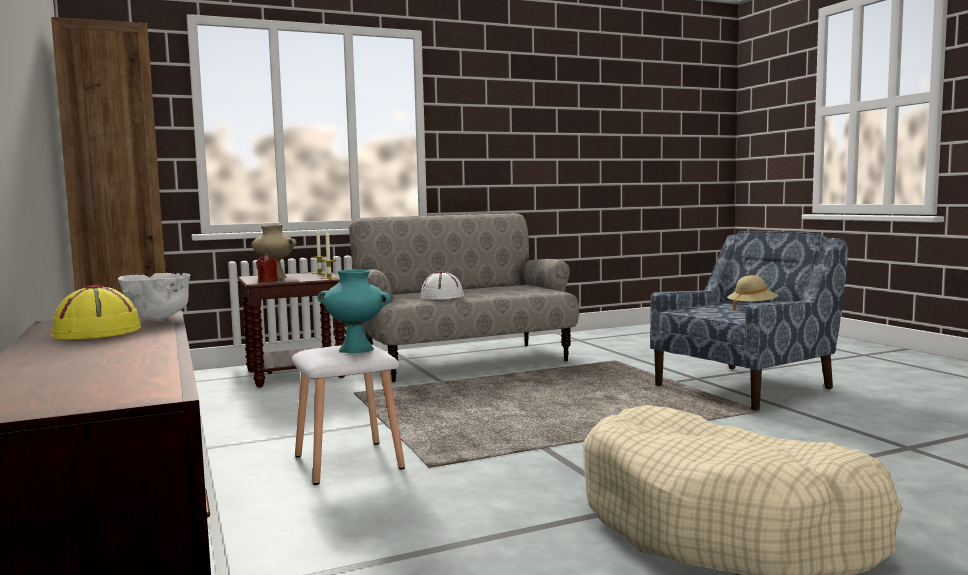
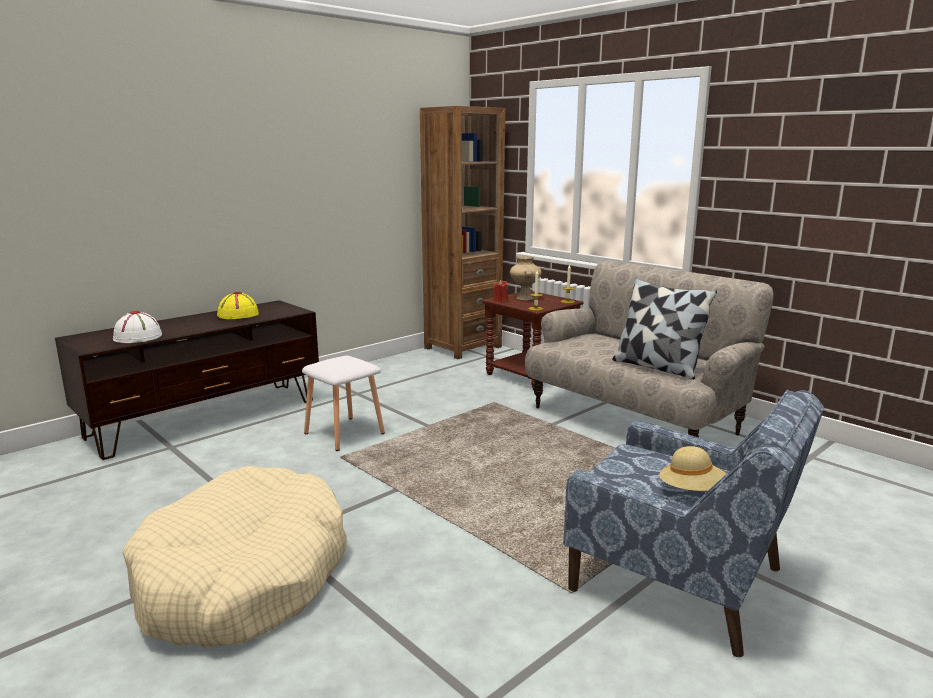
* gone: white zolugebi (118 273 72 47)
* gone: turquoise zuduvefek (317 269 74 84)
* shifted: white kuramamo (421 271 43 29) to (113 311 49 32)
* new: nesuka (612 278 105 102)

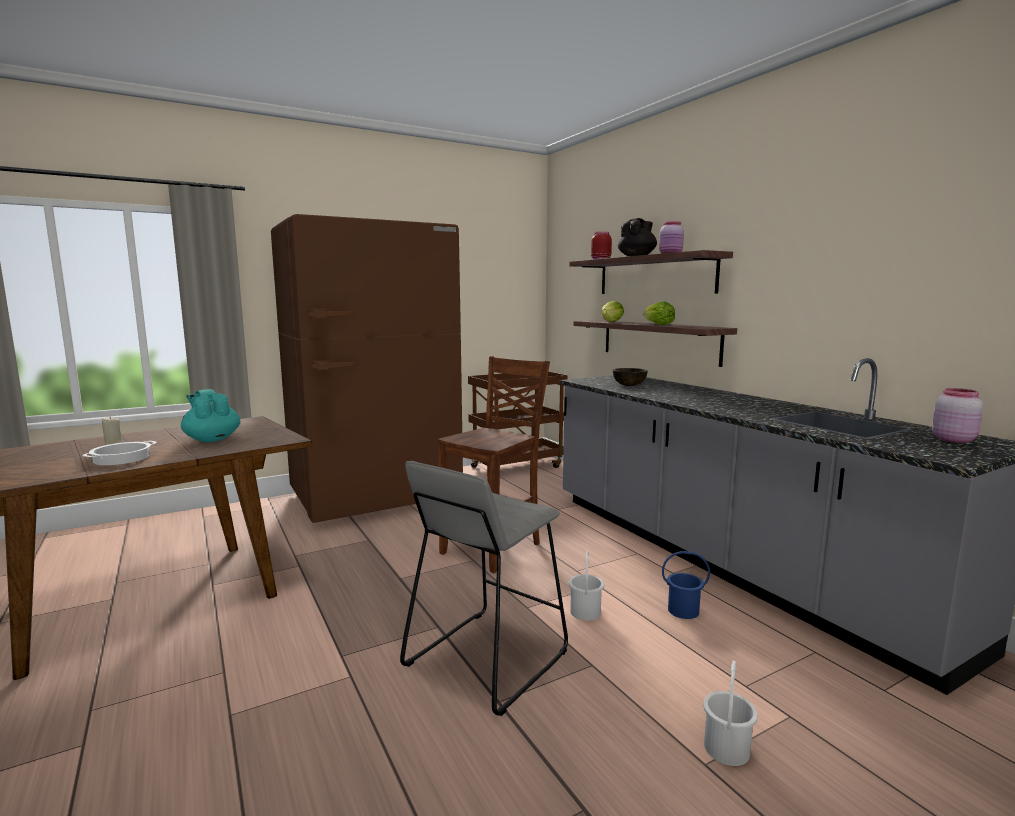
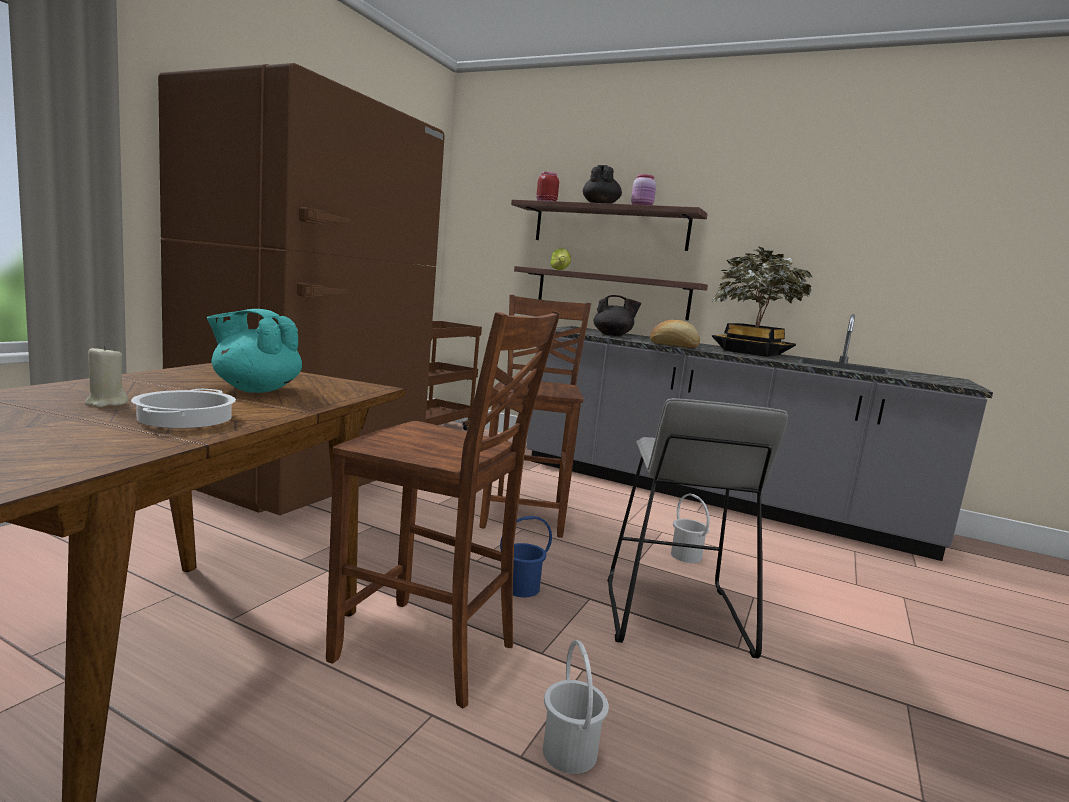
* swapped: brown zolugebi (613 368 35 18) to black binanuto (593 295 48 41)
* gone: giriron (643 302 32 23)
* shifted: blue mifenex (662 551 48 68) to (500 516 52 81)
* shifted: white mifenex (703 661 55 105) to (543 640 66 134)
* gone: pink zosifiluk (932 388 52 55)
* new: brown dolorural (326 311 234 397)
* new: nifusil (650 320 50 28)
* new: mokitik (711 247 101 110)

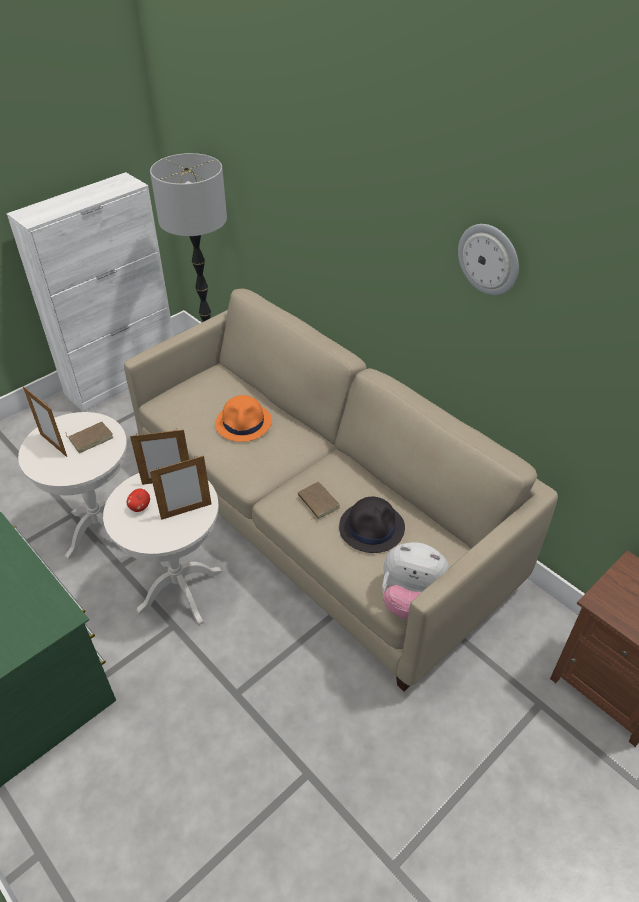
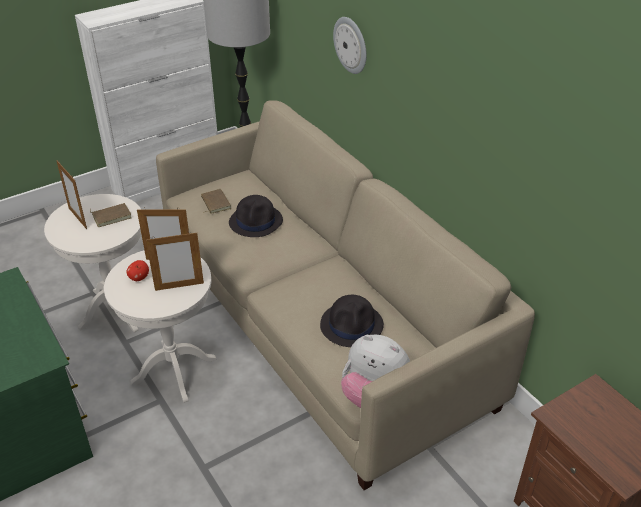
* repainted: orange kuramamo (215 395 57 47) to black kuramamo (229 195 54 42)
* shifted: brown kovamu (298 481 42 39) to (201 189 30 25)
* shifted: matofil (458 224 61 71) to (333 17 34 57)

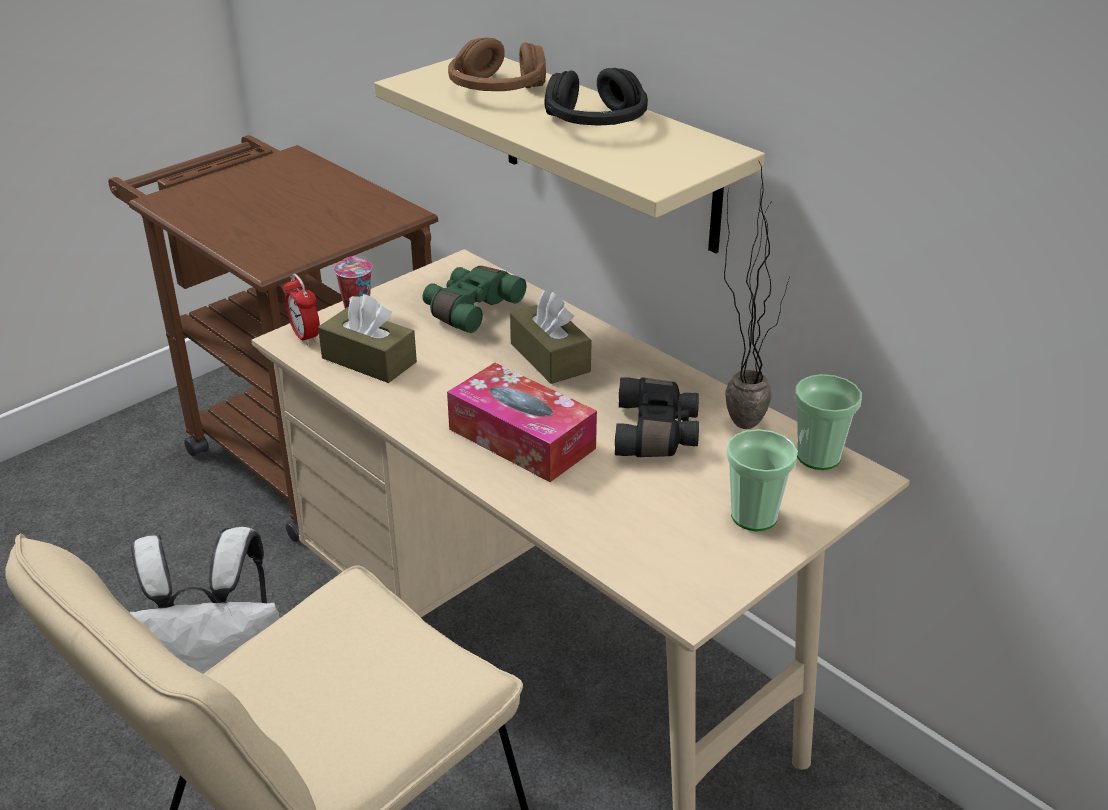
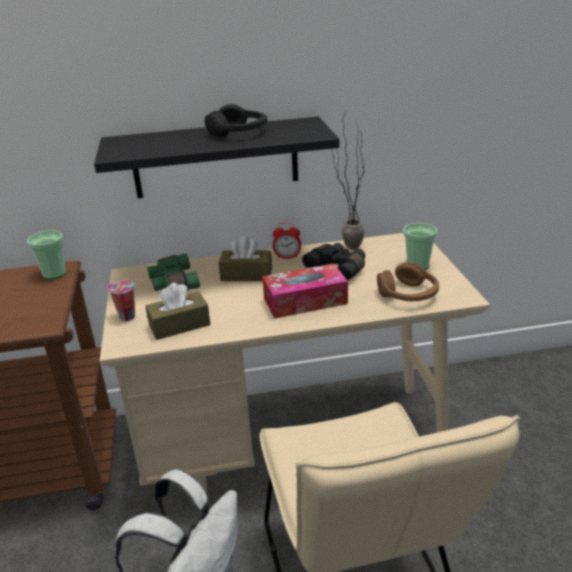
* shifted: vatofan (284 274 36 71) to (273 222 28 37)
* repainted: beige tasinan (374 57 391 196) to black tasinan (94 116 245 82)
* shifted: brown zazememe (448 37 98 54) to (377 262 62 39)
* shifted: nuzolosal (795 374 67 96) to (27 230 39 49)

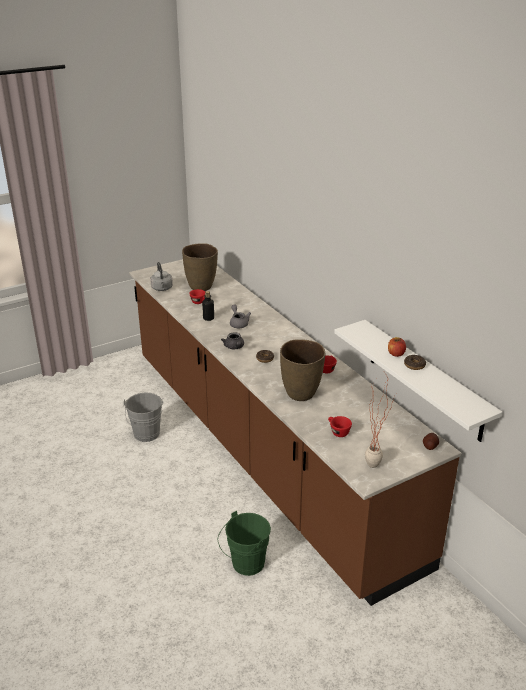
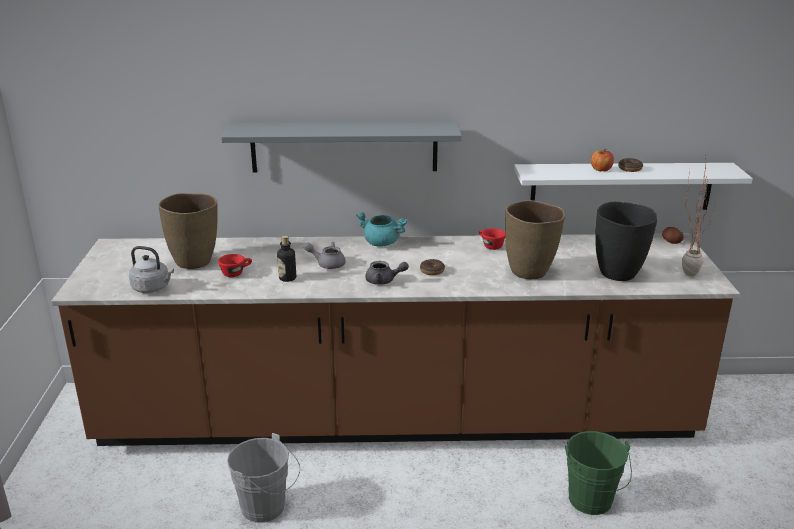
* swapped: red nuzolosal (328 416 24 21) to black zuduvefek (595 202 62 79)
* new: grey tasinan (221 122 241 51)
* new: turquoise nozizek (356 212 52 35)

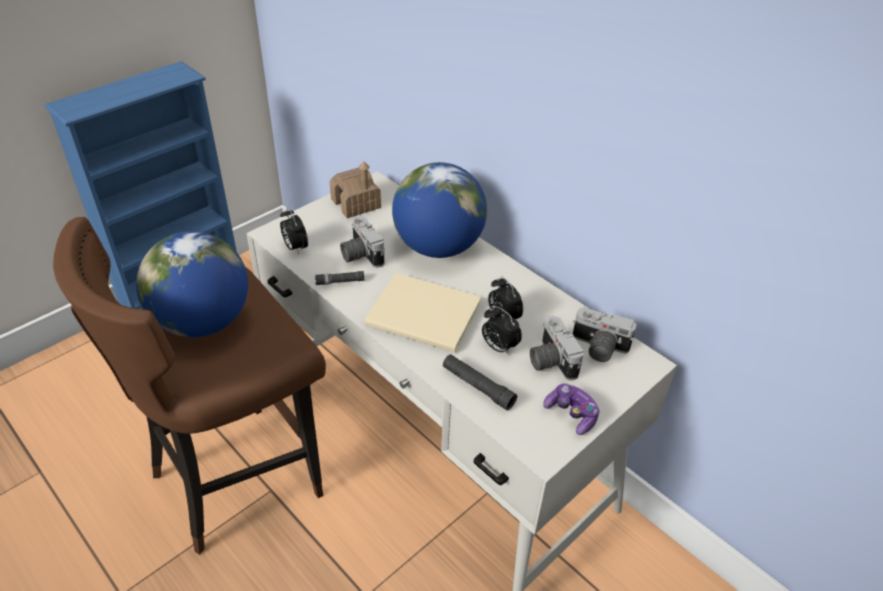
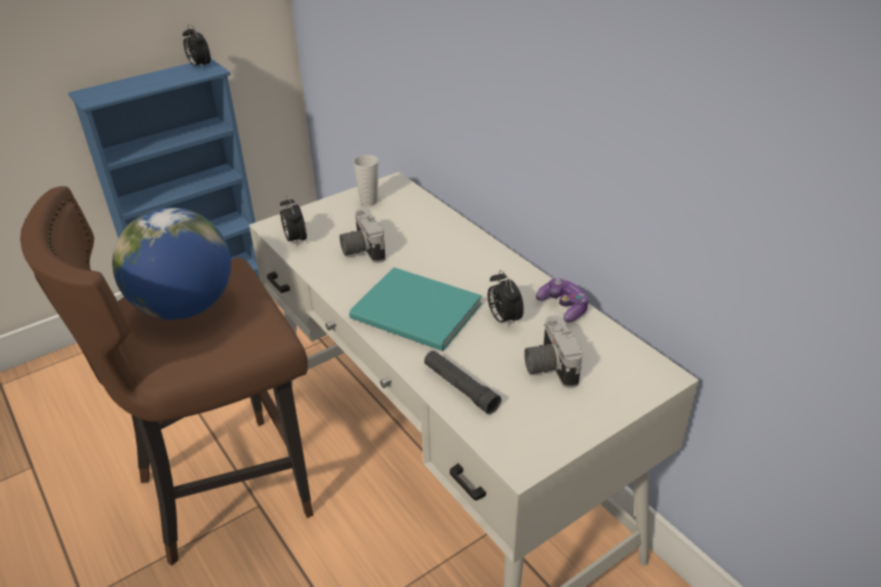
* gone: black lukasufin (315 271 49 14)
* swapped: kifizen (329 161 52 57) to nuzolosal (353 155 26 51)
* repainted: beige kovamu (365 273 116 80) to turquoise kovamu (349 267 133 84)
* gone: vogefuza (392 162 95 96)
* shifted: vatofan (482 306 40 49) to (183 24 28 46)
* shifted: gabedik (543 383 57 52) to (536 278 52 44)
* gone: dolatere (573 307 63 55)

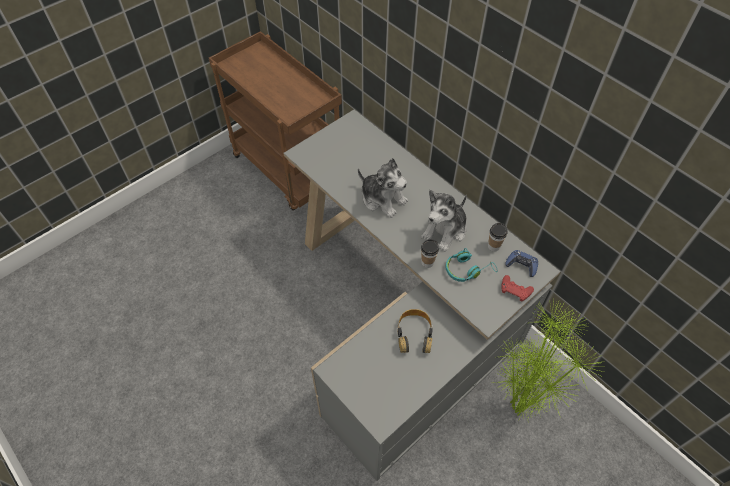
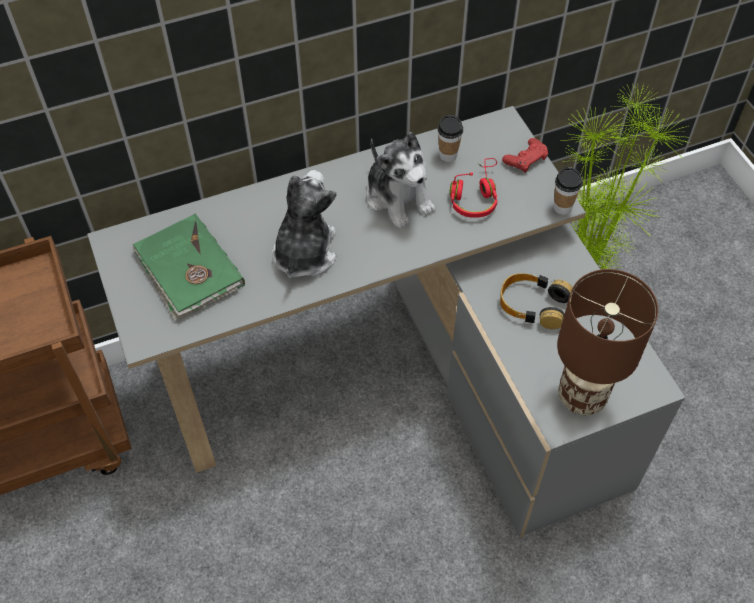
* rotated: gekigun (358 158 50 60) = (272 170 64 108) 45 degrees counterclockwise
* shifted: nuzolosal (421 239 18 29) to (553 167 29 48)
* repainted: turquoise zazememe (445 248 52 34) to red zazememe (449 158 49 60)
* gone: blue gabedik (505 250 33 27)
* new: green kovamu (132 214 113 106)
* new: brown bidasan (557 269 102 146)

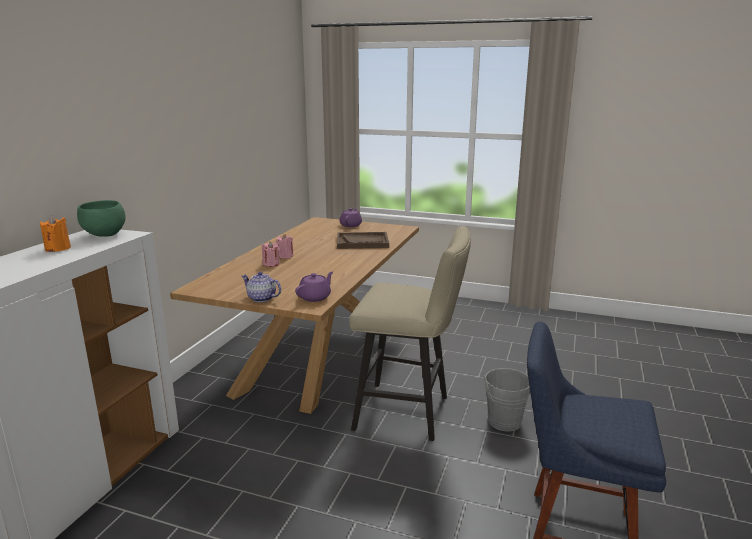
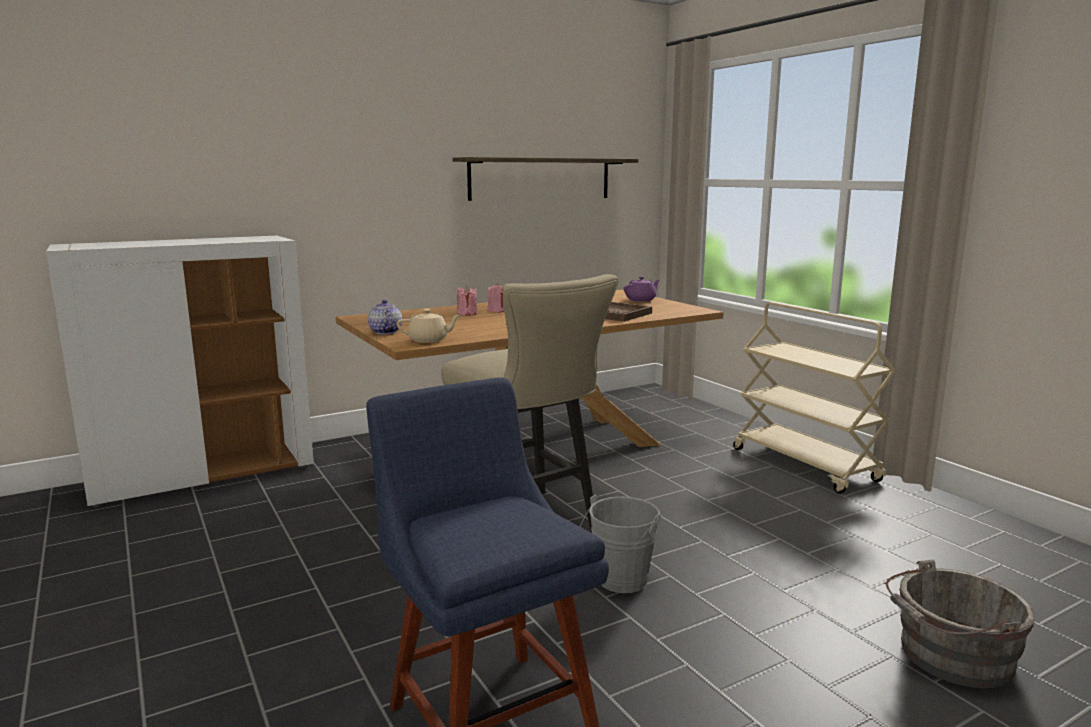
* gone: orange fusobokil (40 215 31 37)
* gone: green zolugebi (77 200 49 37)
* repainted: purple binanuto (295 271 38 31) to beige binanuto (397 309 64 34)
* new: tasinan (453 157 185 44)
* new: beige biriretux (733 302 163 192)
* new: grey mifenex (886 560 150 128)

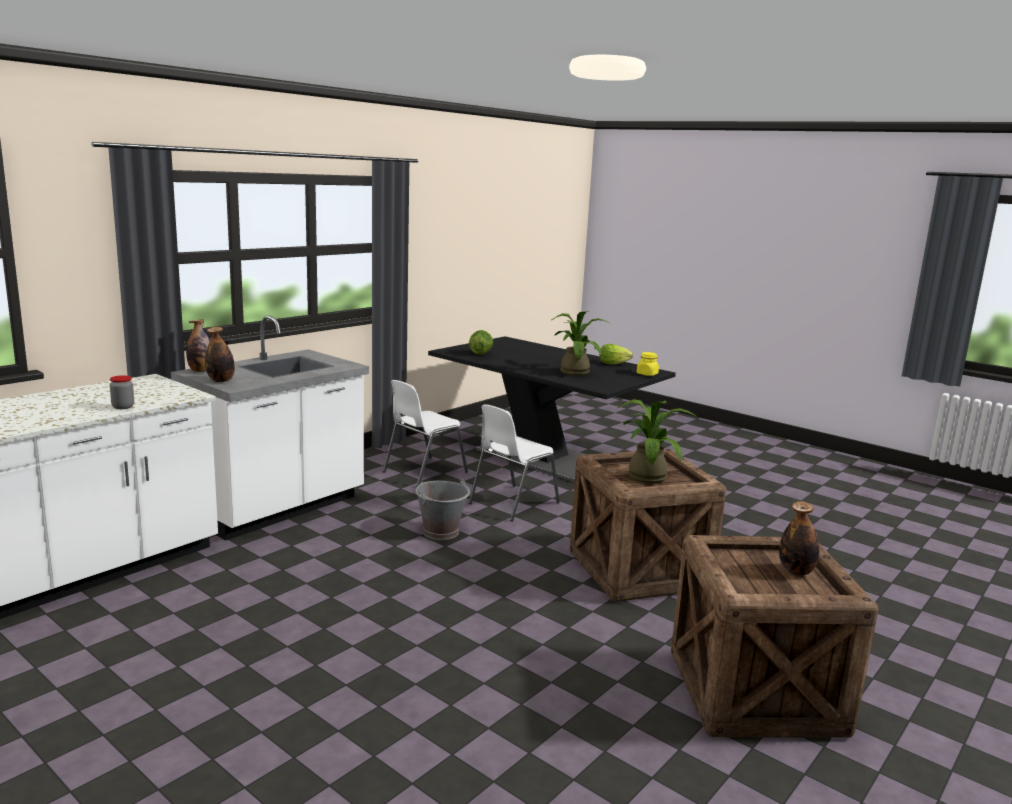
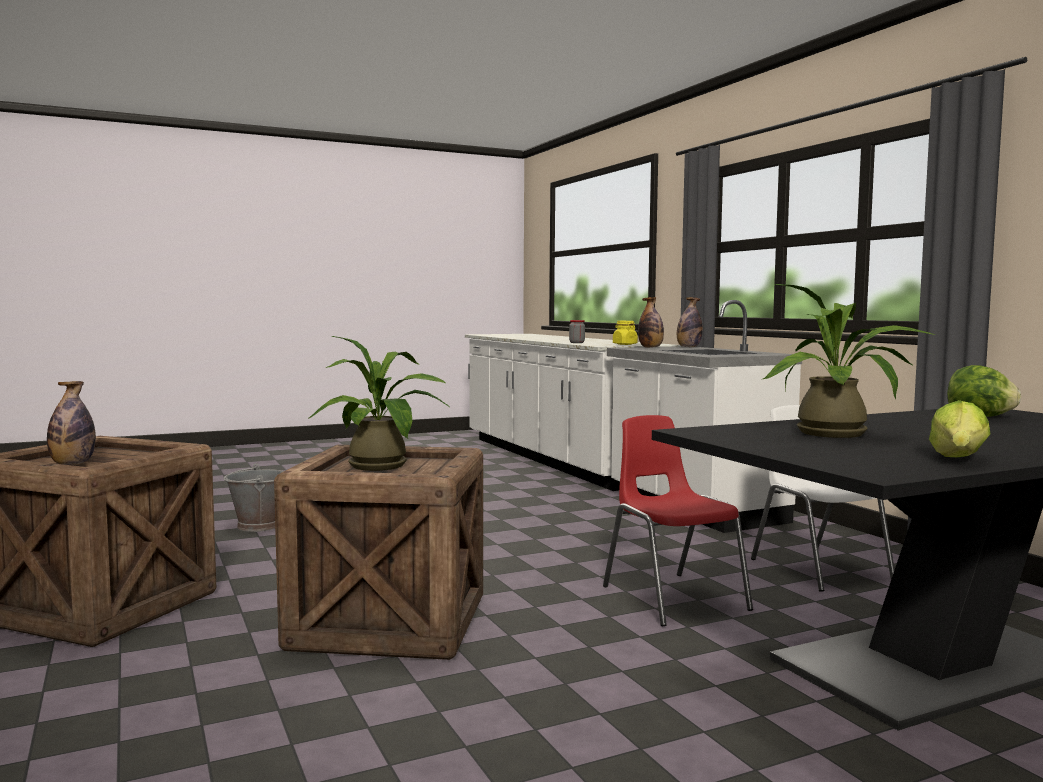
* shifted: grey mifenex (416 479 54 61) to (224 463 60 69)
* repainted: white dolorural (469 404 91 118) to red dolorural (603 415 150 211)
* shifted: yellow zosifiluk (637 352 22 24) to (613 321 25 24)

